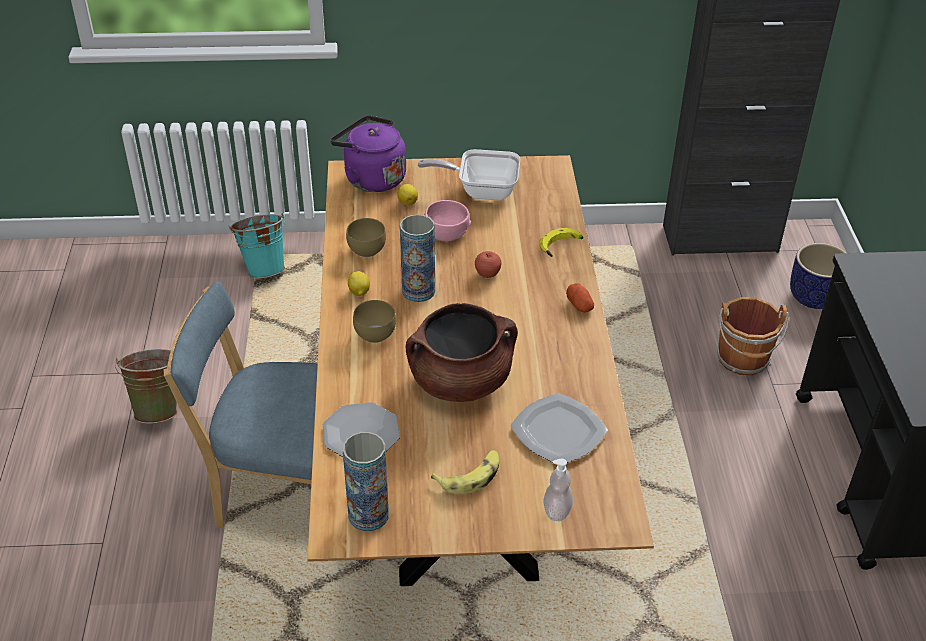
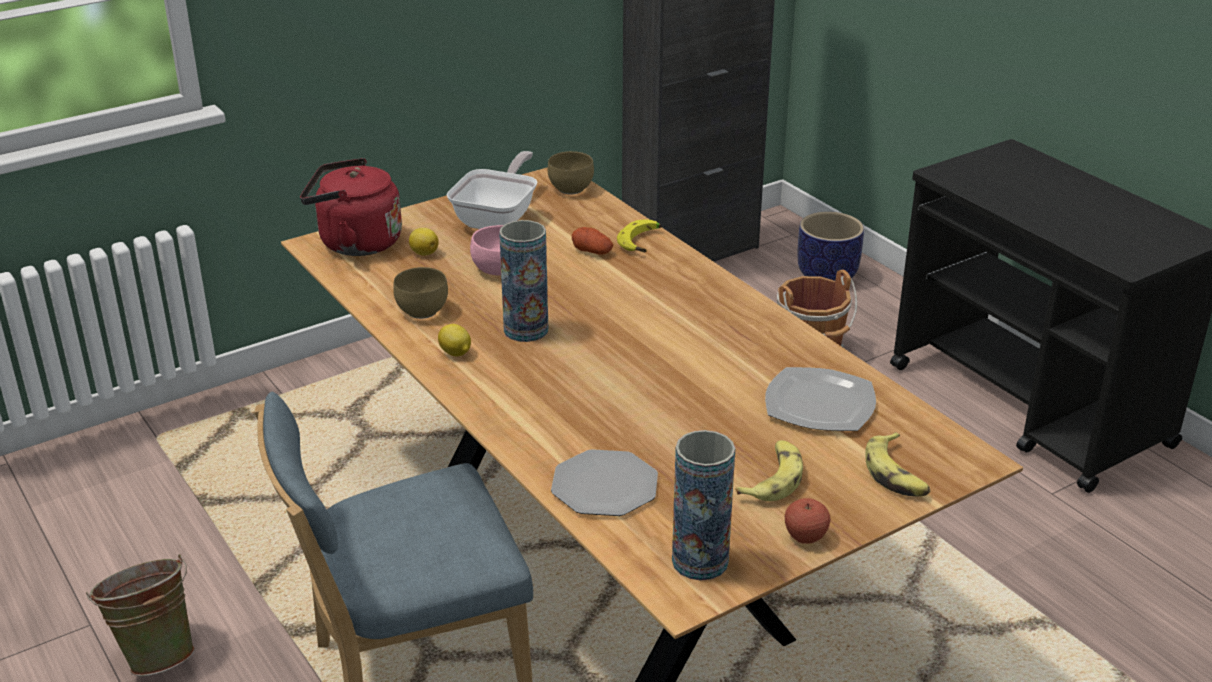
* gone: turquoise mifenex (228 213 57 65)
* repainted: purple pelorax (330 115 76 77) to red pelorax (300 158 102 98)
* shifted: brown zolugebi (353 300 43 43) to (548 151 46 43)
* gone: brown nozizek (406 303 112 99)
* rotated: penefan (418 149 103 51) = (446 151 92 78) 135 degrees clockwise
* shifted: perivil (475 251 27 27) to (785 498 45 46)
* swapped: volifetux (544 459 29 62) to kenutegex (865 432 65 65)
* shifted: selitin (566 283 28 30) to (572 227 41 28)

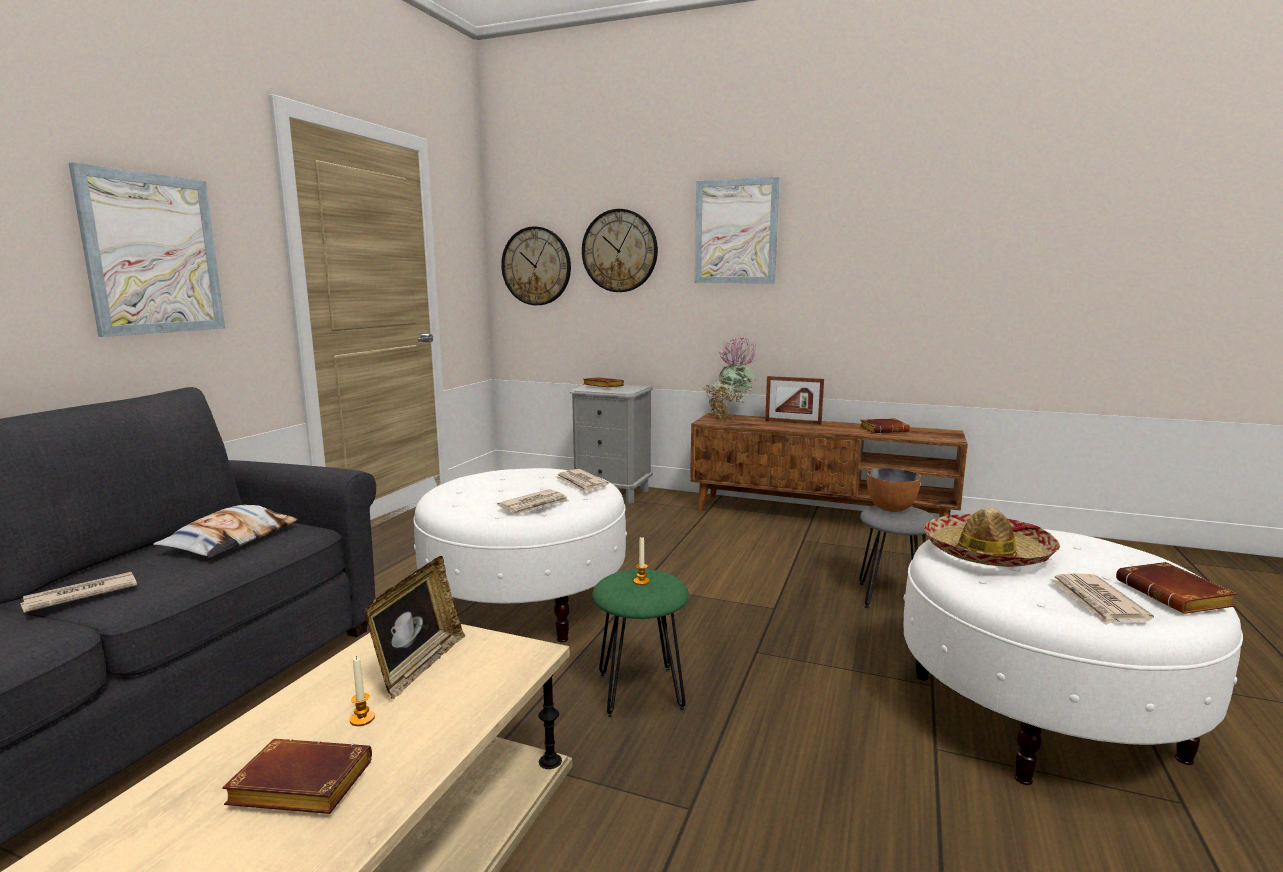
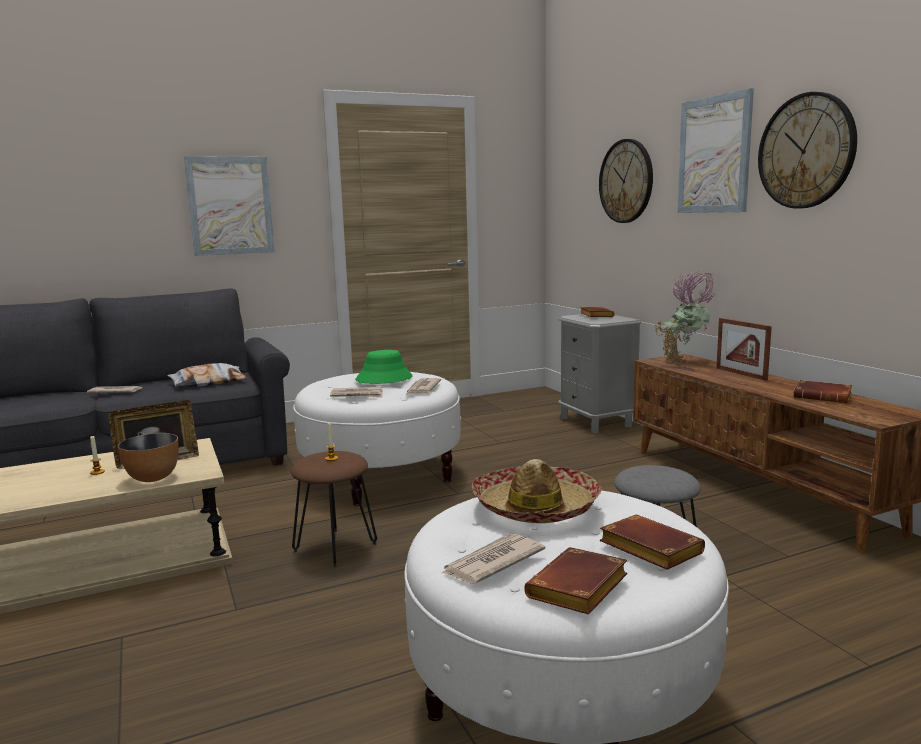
* shifted: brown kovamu (222 739 150 75) to (600 515 105 55)
* shifted: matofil (501 226 70 79) to (758 92 99 117)
* repainted: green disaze (592 569 97 149) to brown disaze (291 451 86 116)
* shifted: zolugebi (867 468 54 44) to (118 433 61 49)
* new: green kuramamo (355 350 58 34)

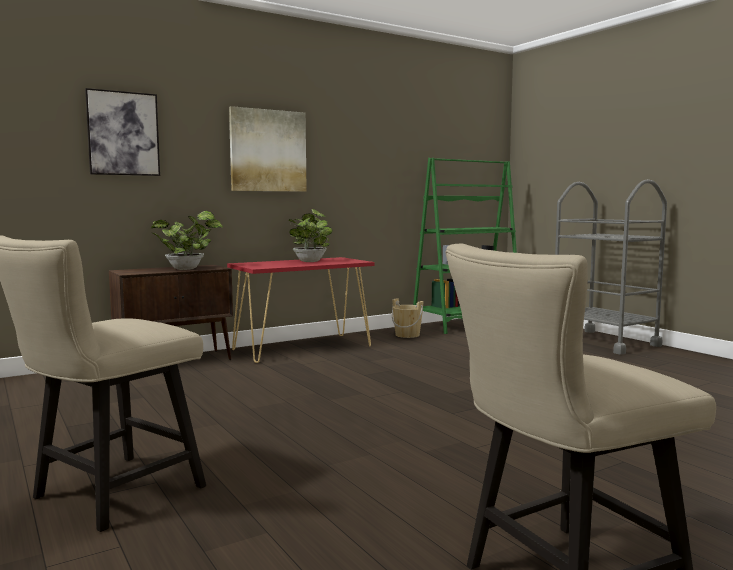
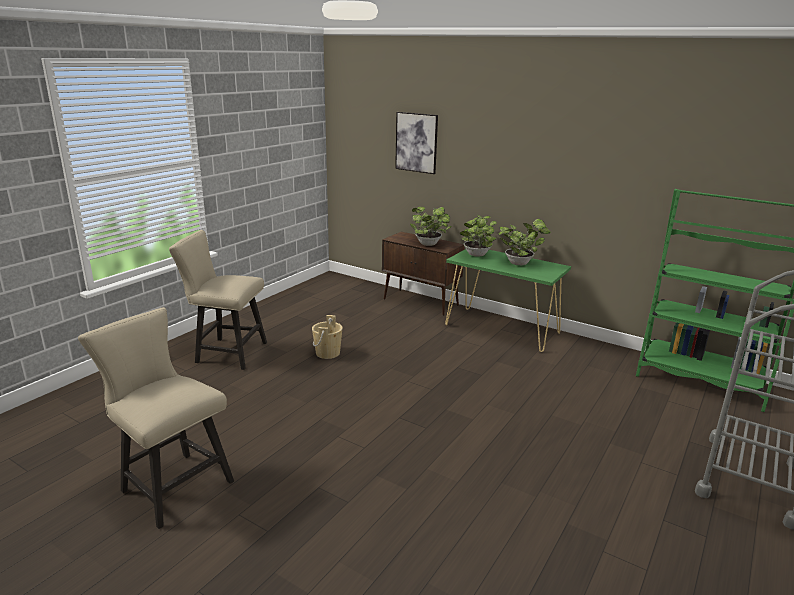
* repainted: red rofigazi (227 257 148 106) to green rofigazi (445 249 126 103)
* gone: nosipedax (229 106 78 86)
* shifted: beige mifenex (392 298 32 40) to (312 315 31 44)
* new: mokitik (460 215 37 42)

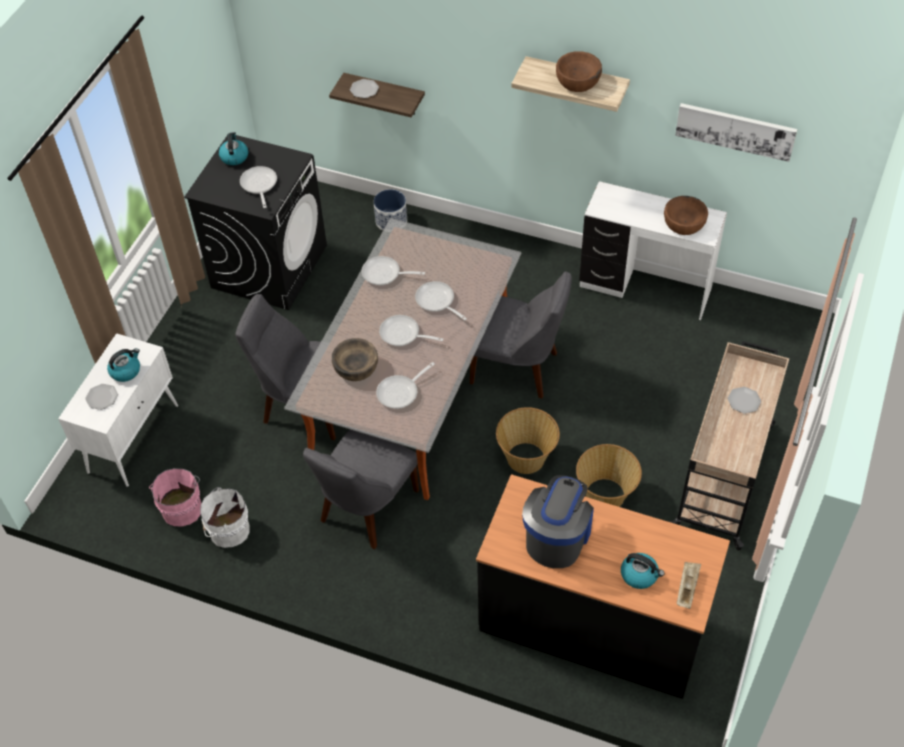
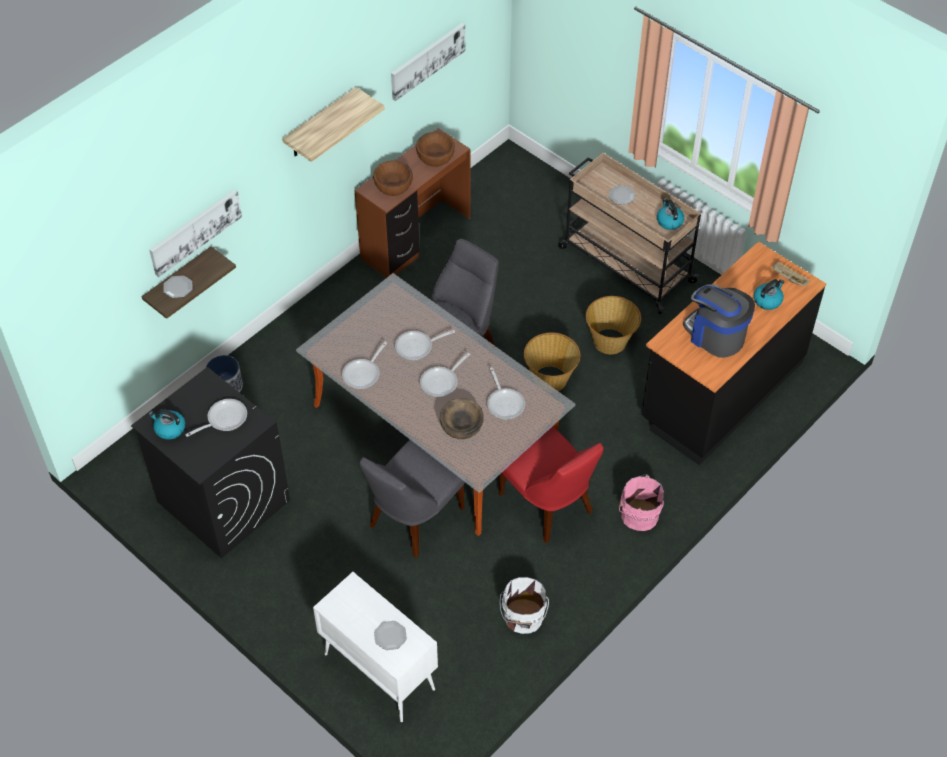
* shifted: pelorax (107 348 33 34) to (657 199 27 31)
* shifted: pink mifenex (149 468 52 58) to (619 474 45 57)
* rotated: penefan (240 166 37 42) = (186 399 61 38) 135 degrees clockwise
* repainted: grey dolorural (303 429 116 120) to red dolorural (498 426 105 117)
* shifted: brown zolugebi (556 51 46 41) to (373 160 40 36)
* repainted: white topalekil (579 181 148 139) to brown topalekil (354 128 117 150)
* new: nosipedax (149 189 93 88)

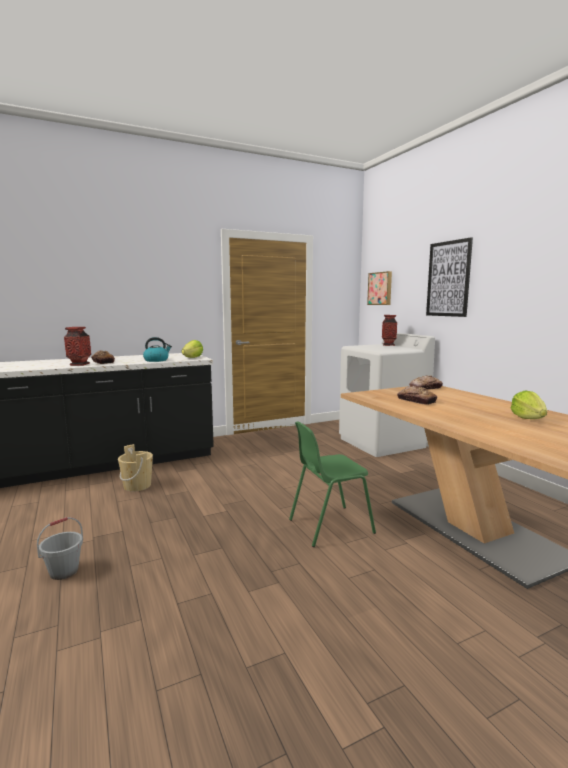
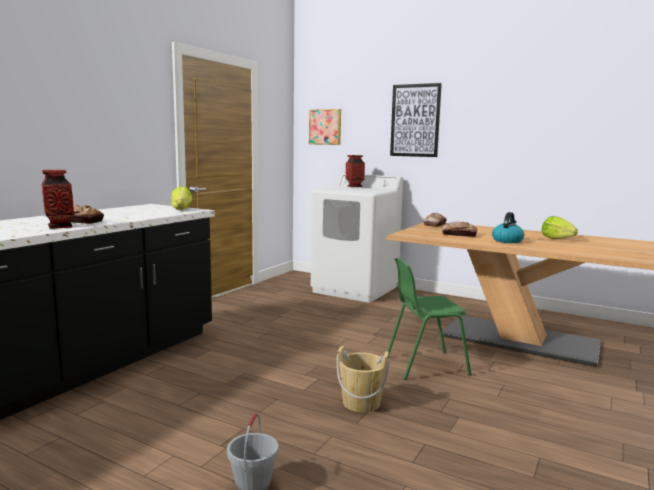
* shifted: beige mifenex (118 444 35 48) to (337 346 52 67)
* shifted: pelorax (143 337 29 25) to (492 212 32 31)
* rotated: green dolorural (289 421 87 126) = (387 258 84 122) 45 degrees clockwise

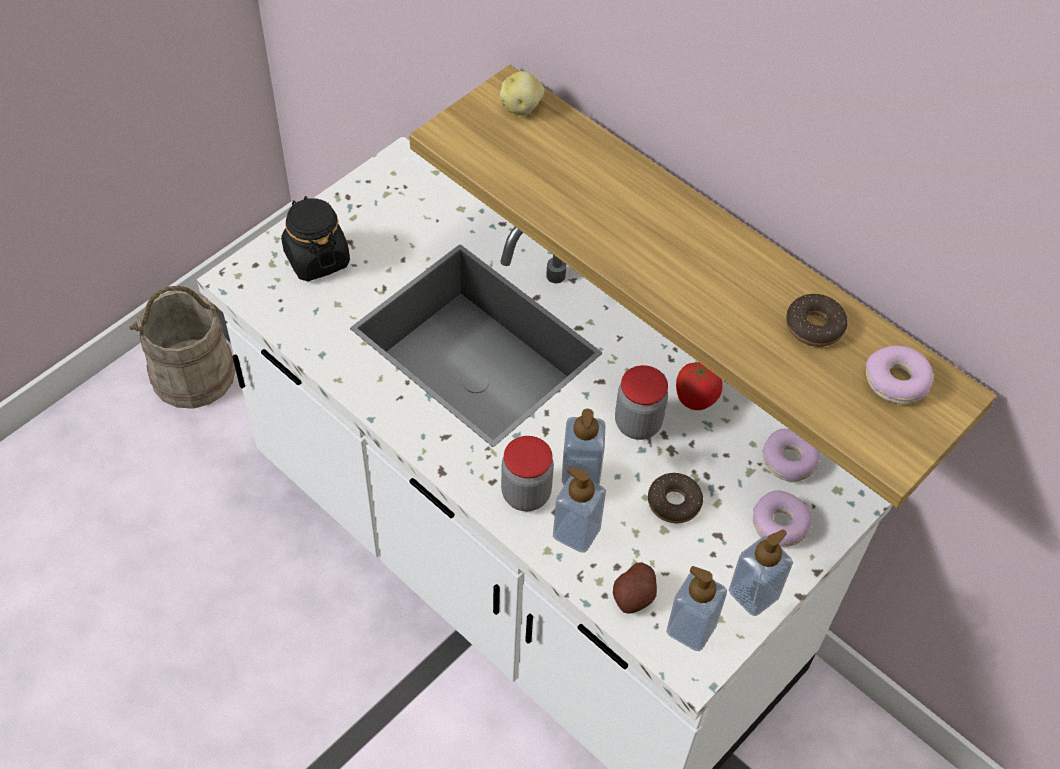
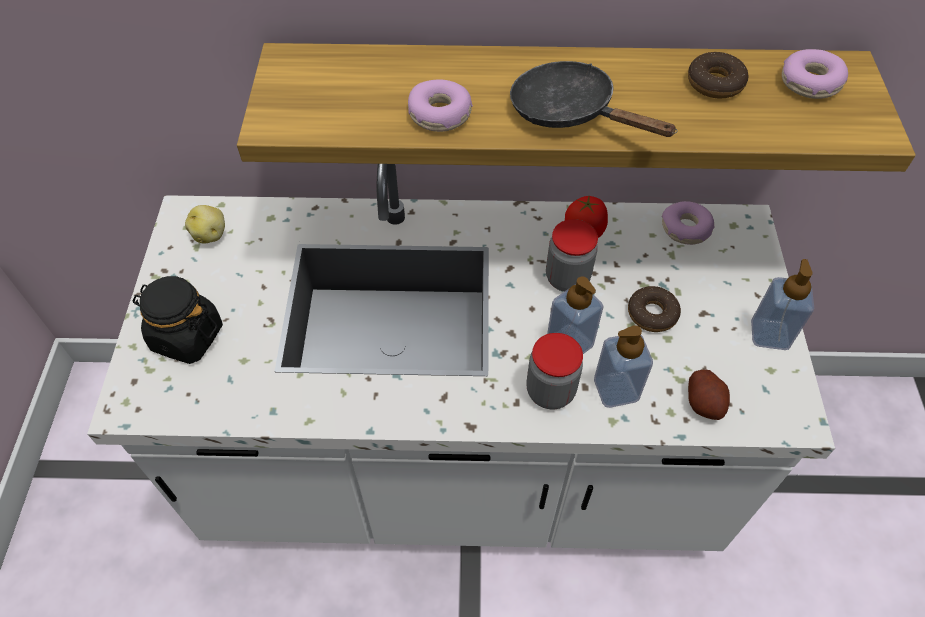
* gone: beige mifenex (129 286 107 123)
* shifted: selitin (500 71 44 45) to (185 205 40 39)
* gone: volifetux (666 566 61 85)
* shifted: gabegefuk (753 491 59 56) to (408 79 65 53)
* new: black penefan (510 61 168 76)

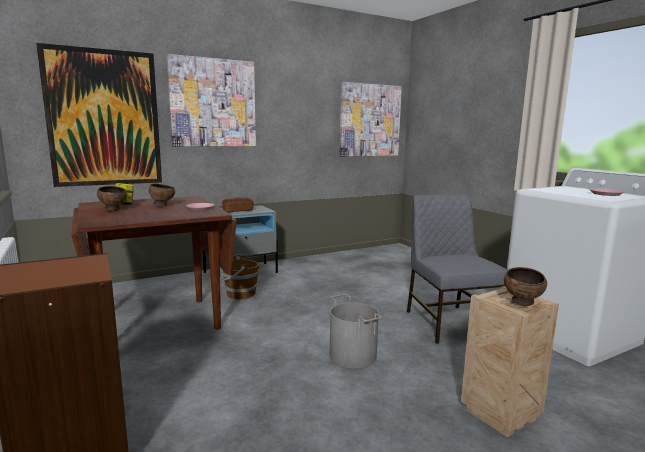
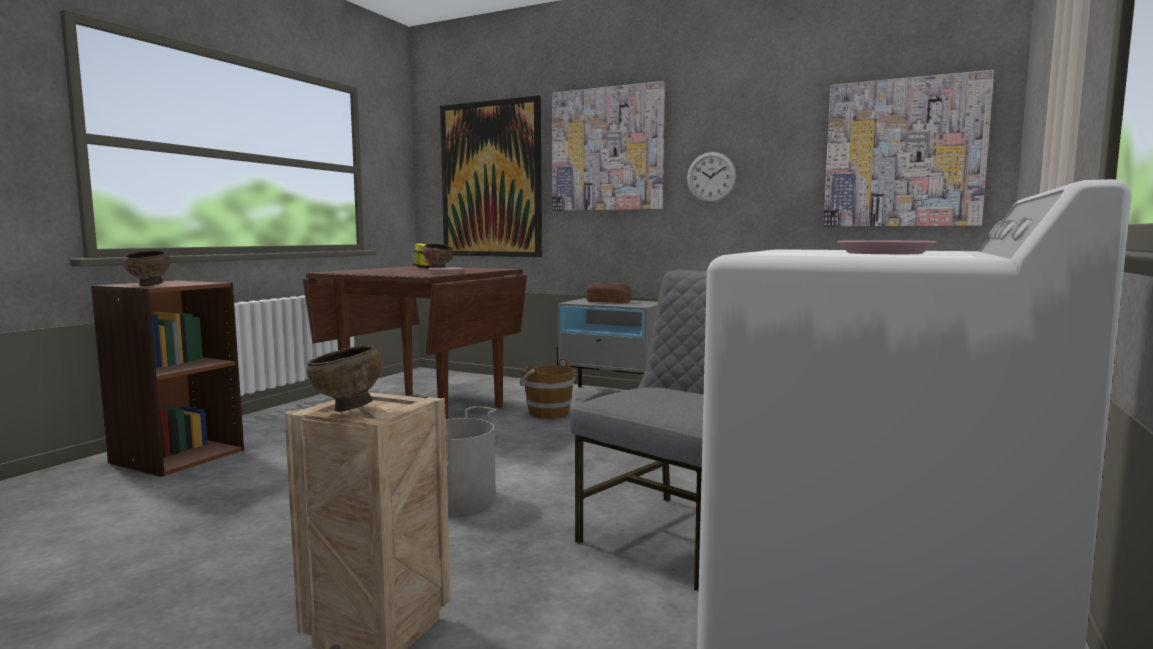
* shifted: brown zolugebi (97 186 30 25) to (123 250 47 36)
* new: matofil (687 152 49 51)

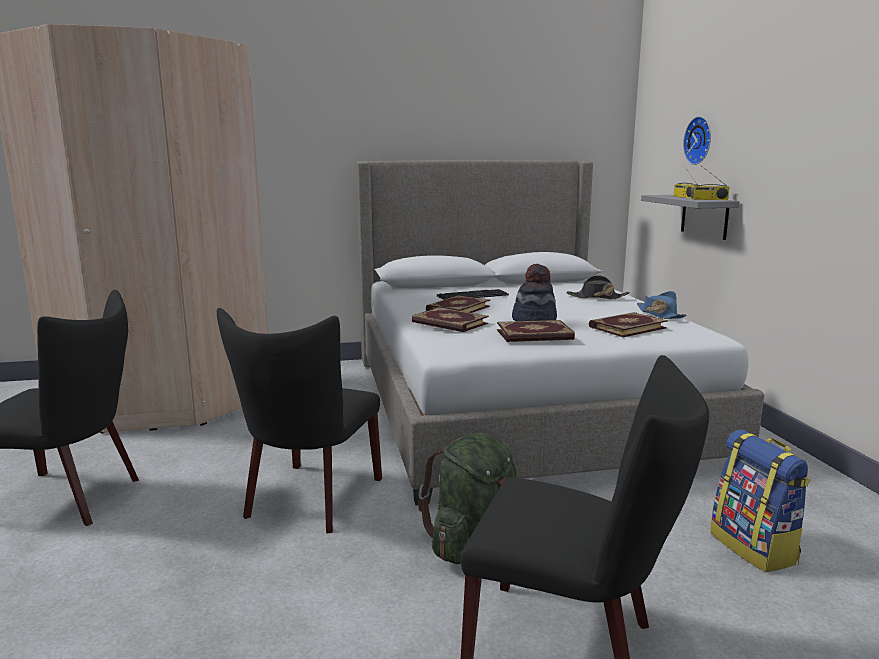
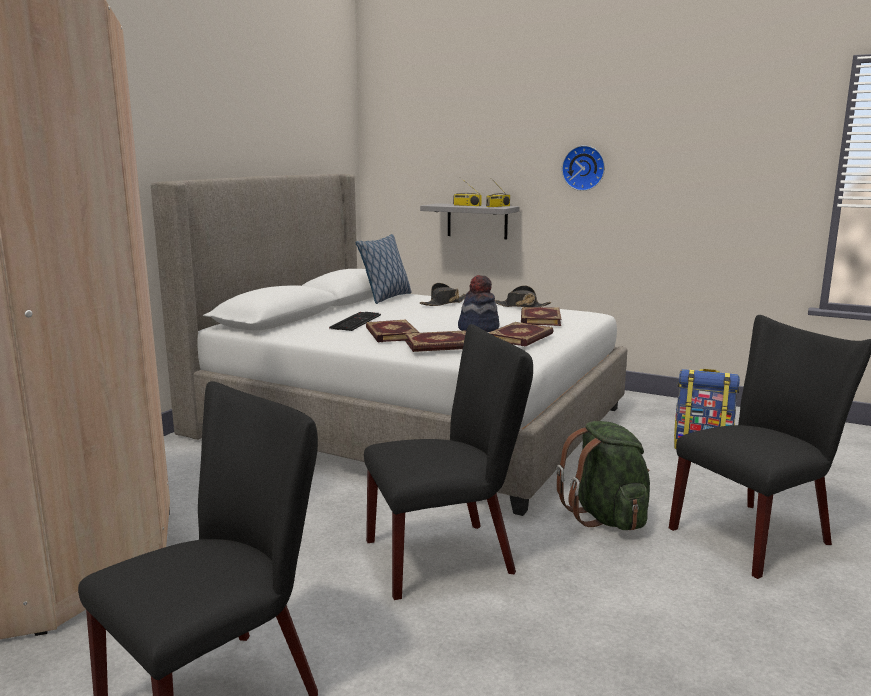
* rotated: black dolorural (217 308 165 225) = (364 324 169 276) 75 degrees counterclockwise
* repainted: blue kuramamo (637 291 49 28) to black kuramamo (495 285 56 22)
* shifted: matofil (683 116 28 49) to (562 145 43 46)
* new: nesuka (355 234 57 70)

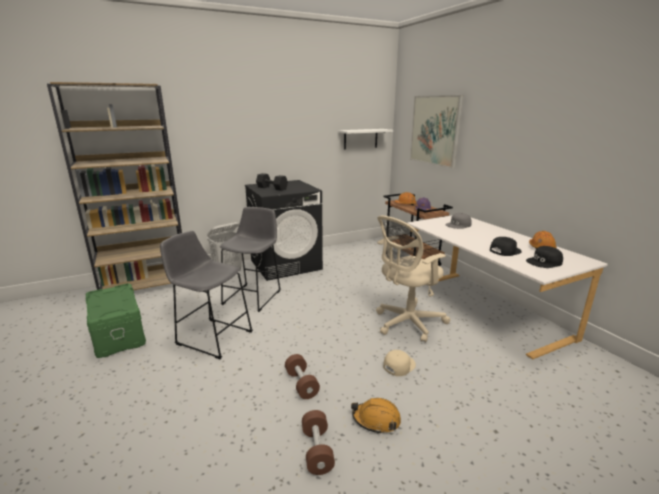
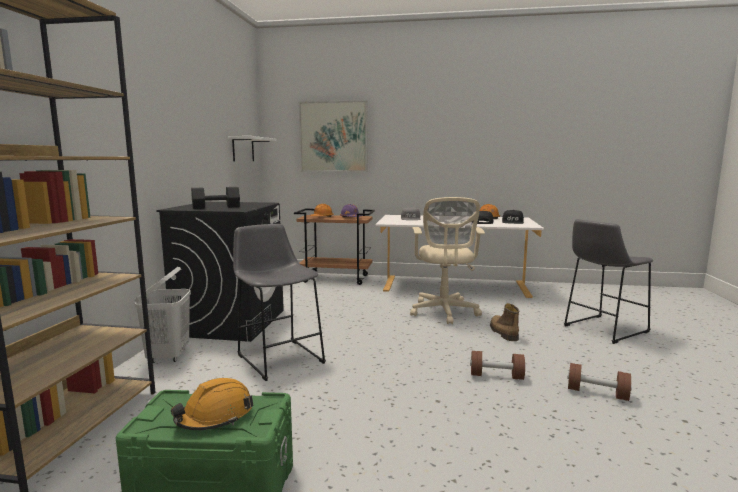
* shifted: grey disaze (160 231 93 128) to (564 219 89 125)
* shifted: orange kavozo (351 398 50 36) to (171 378 82 52)
* swapped: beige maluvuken (383 350 33 26) to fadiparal (490 303 30 38)

